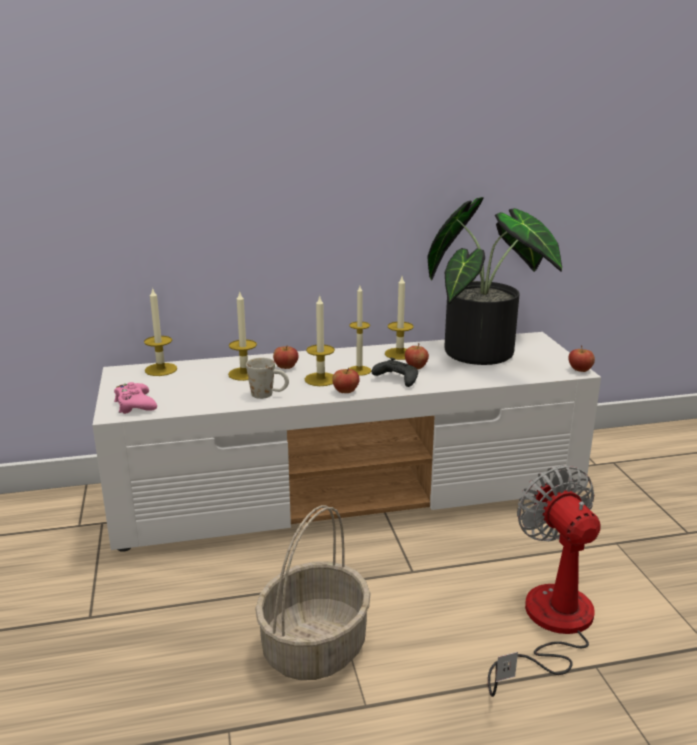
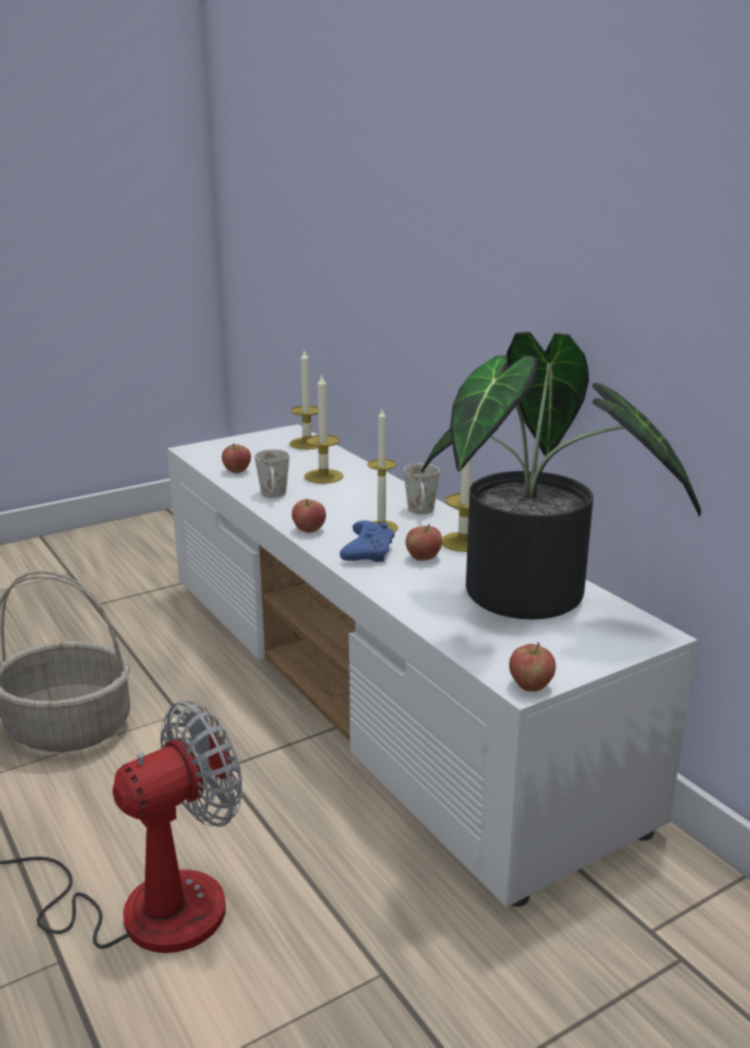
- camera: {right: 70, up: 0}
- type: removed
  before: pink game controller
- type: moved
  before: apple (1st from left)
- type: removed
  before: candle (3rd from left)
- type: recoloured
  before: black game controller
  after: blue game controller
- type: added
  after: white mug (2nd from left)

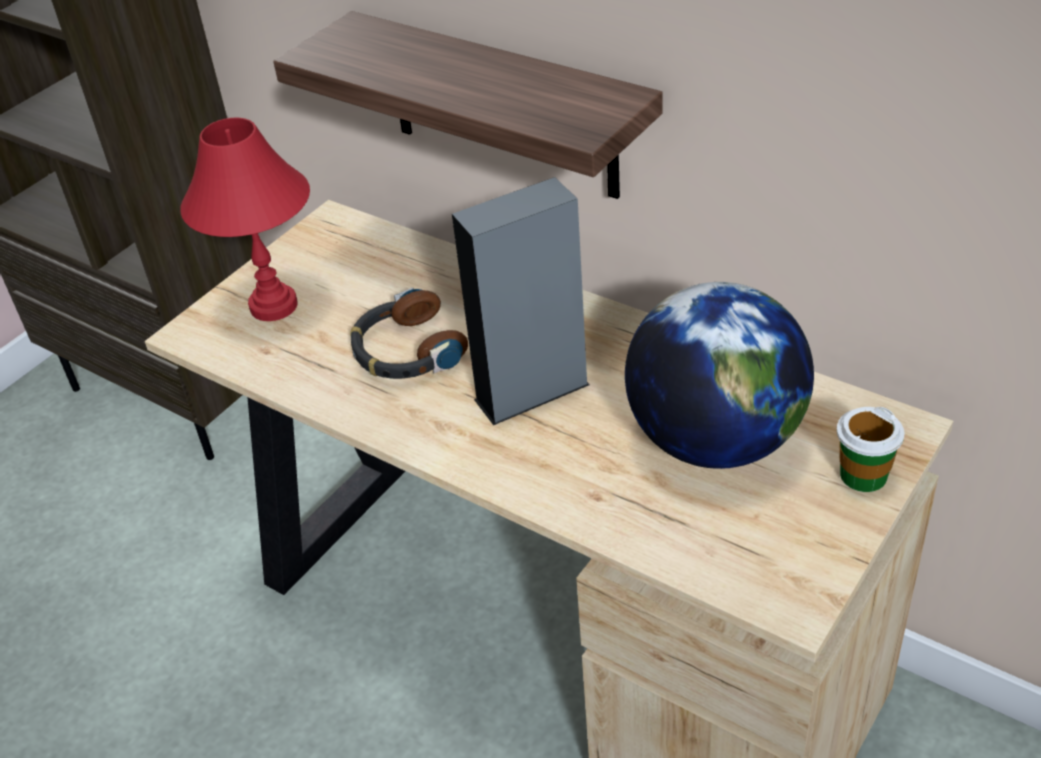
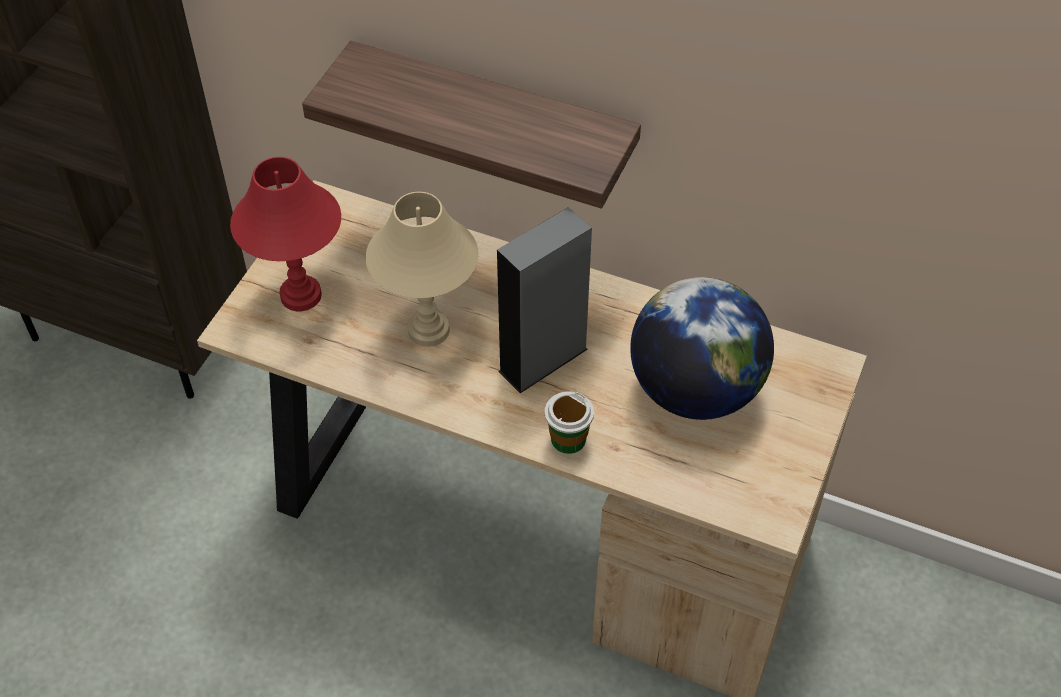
- camera: {right: -15, up: 10}
- type: replaced
  before: headphones
  after: beige table lamp
- type: moved
  before: cup

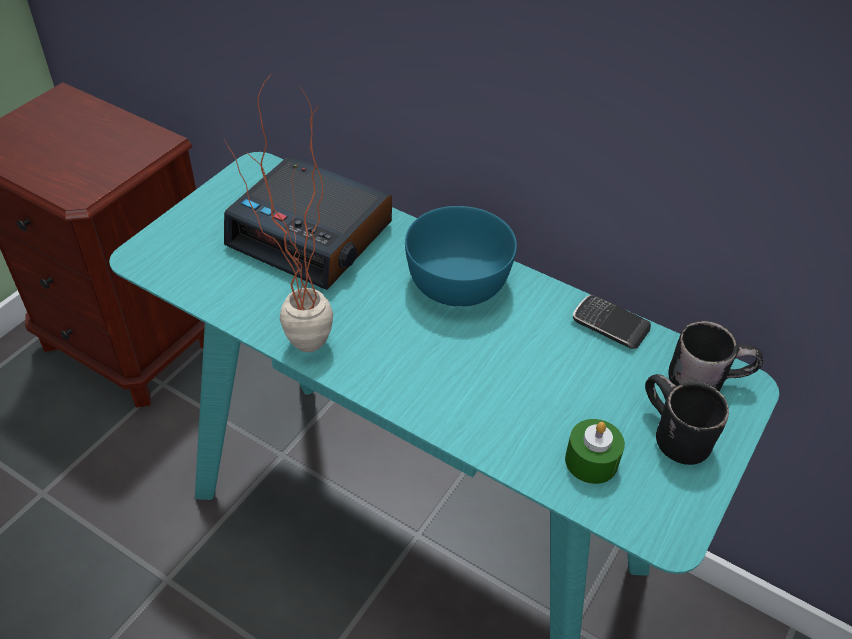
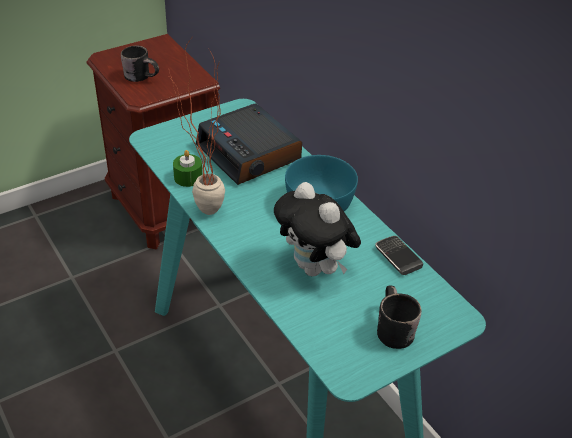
- camera: {right: 25, up: -5}
- type: moved
  before: green candle
- type: moved
  before: black mug (2nd from left in the first image)
  after: black mug (1st from left)
- type: added
  after: plush toy

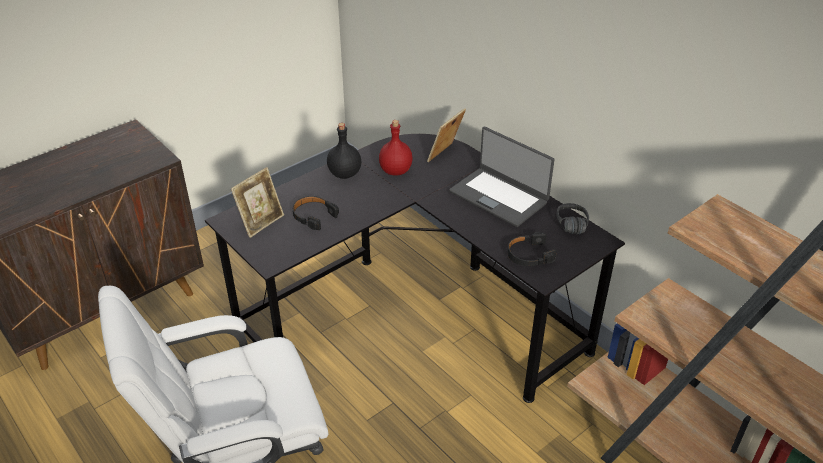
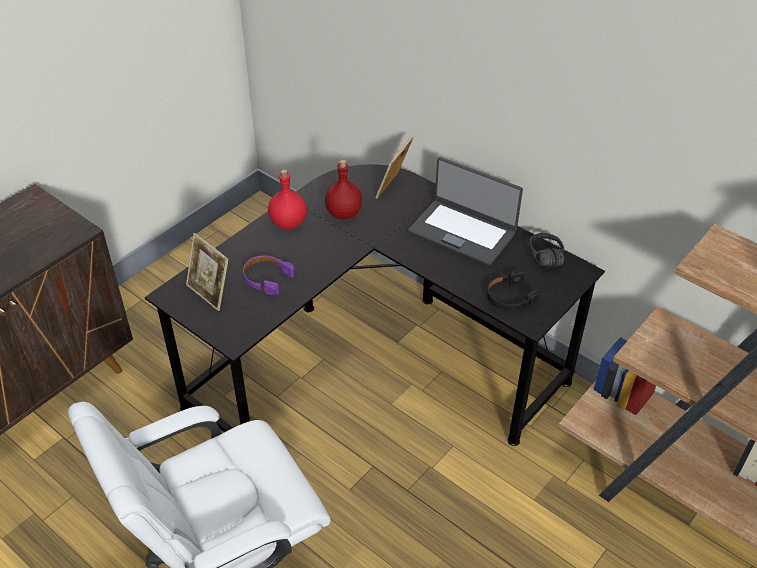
- camera: {right: -10, up: 5}
- type: turned
  before: picture frame (1st from left)
  turn: 105
- type: recoloured
  before: black headphones (1st from left)
  after: purple headphones
- type: recoloured
  before: black bottle
  after: red bottle (1st from left)

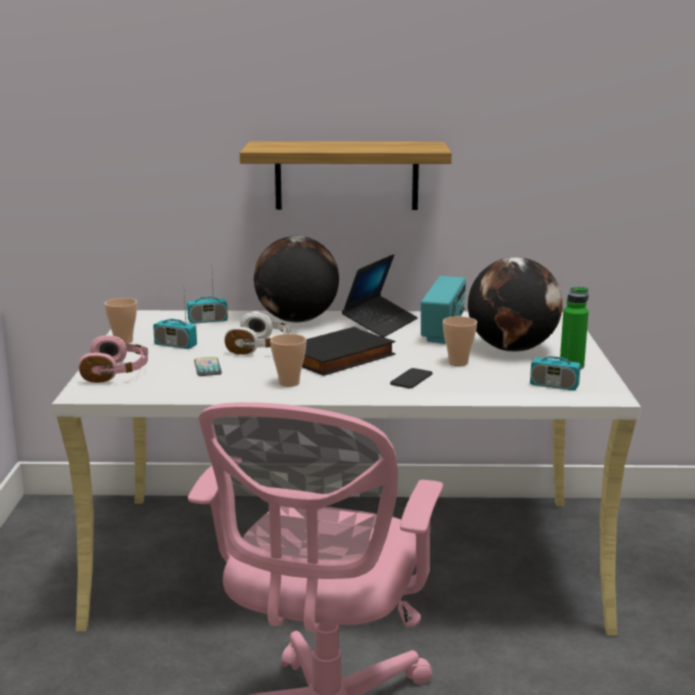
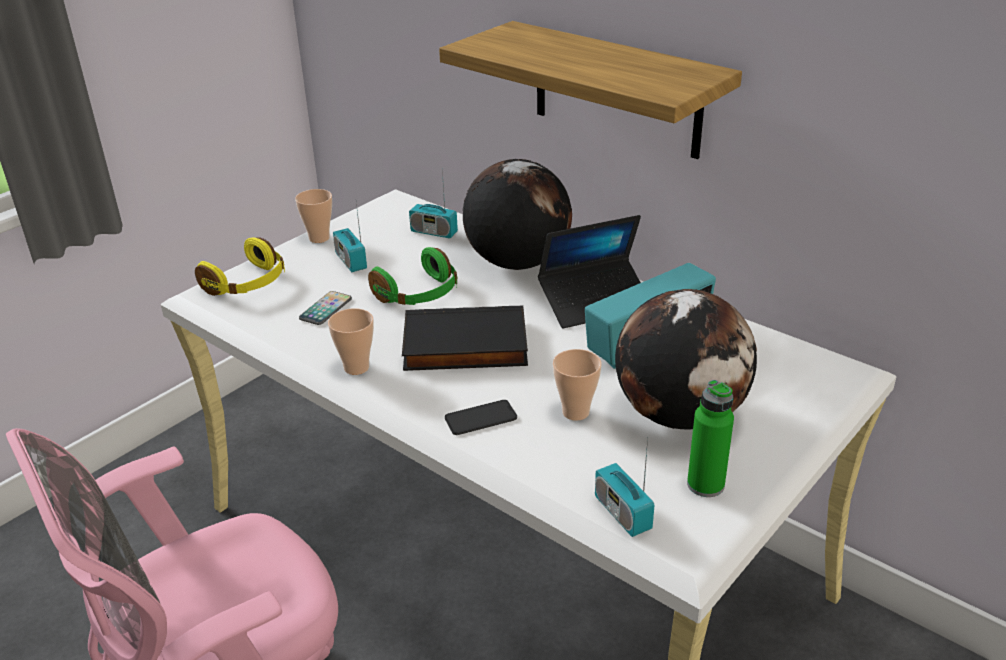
- camera: {right: 40, up: 15}
- type: recoloured
  before: pink headphones
  after: yellow headphones
- type: recoloured
  before: white headphones
  after: green headphones

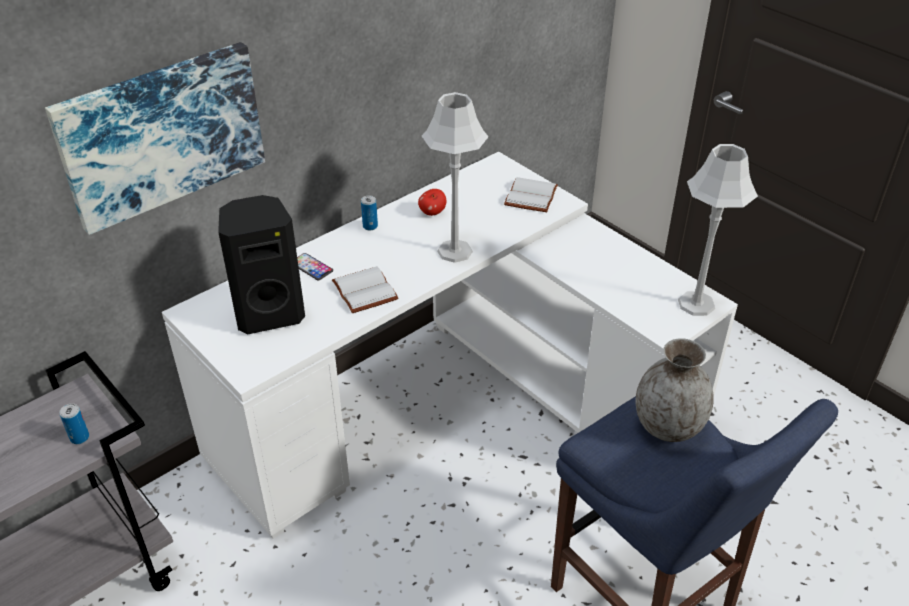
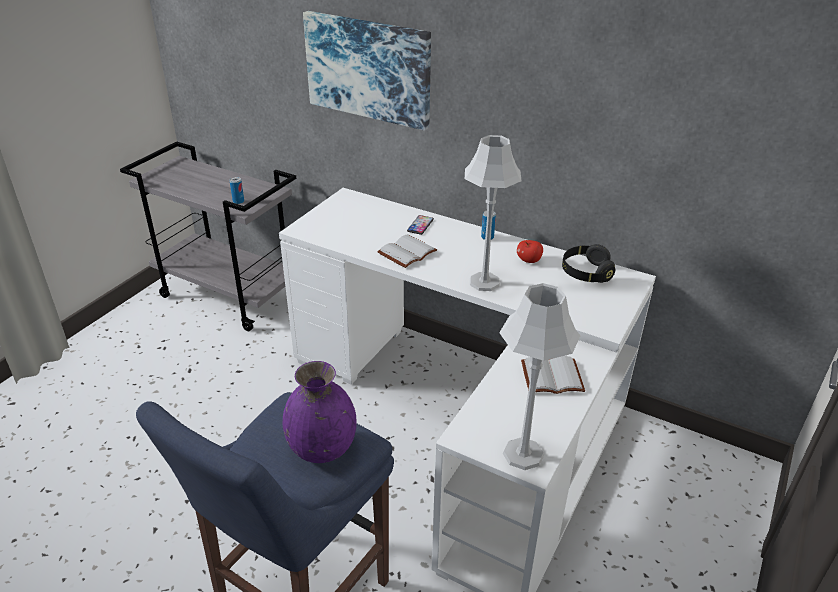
- camera: {right: 70, up: -5}
- type: removed
  before: black speaker
- type: moved
  before: white book (2nd from left)
- type: recoloured
  before: grey vase
  after: purple vase
- type: added
  after: black headphones

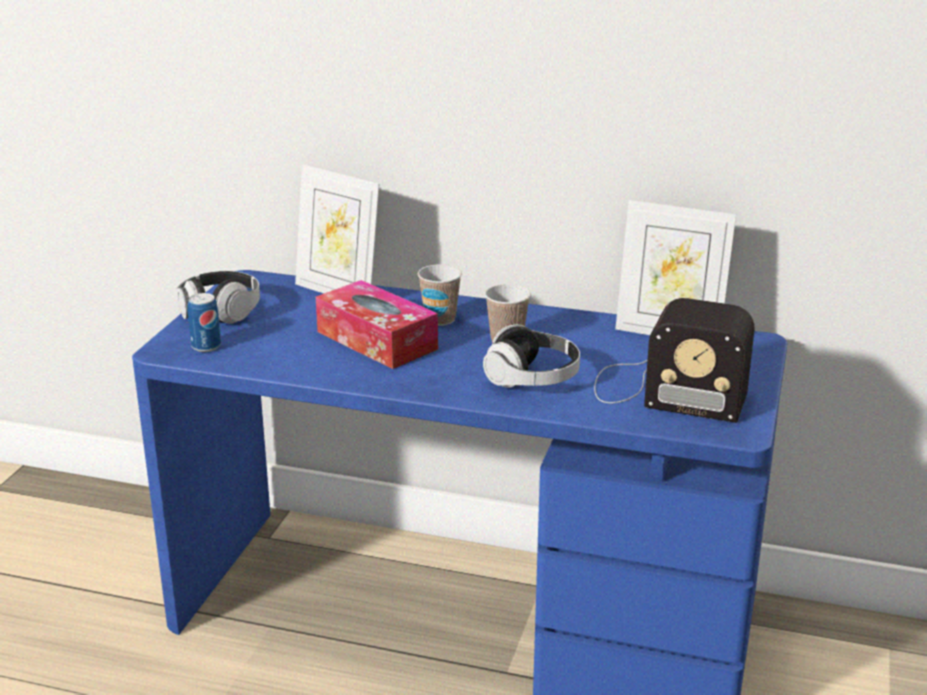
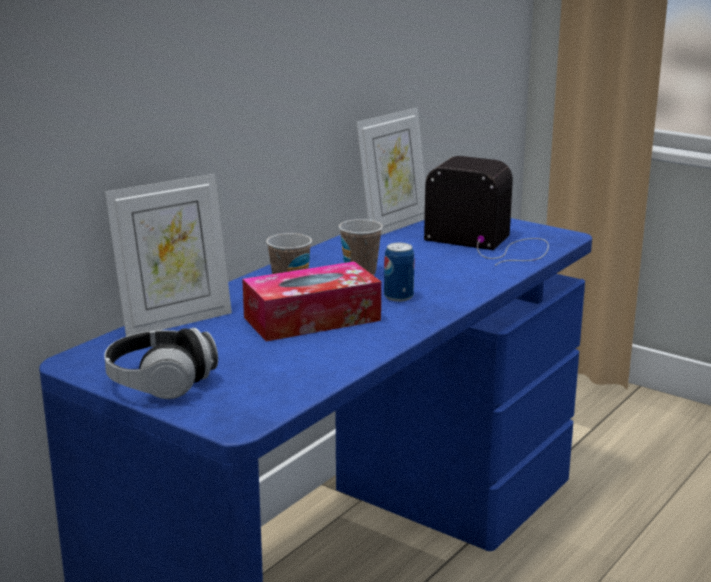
- camera: {right: -70, up: -5}
- type: moved
  before: can
- type: removed
  before: headphones (2nd from left)
- type: turned
  before: radio
  turn: -105

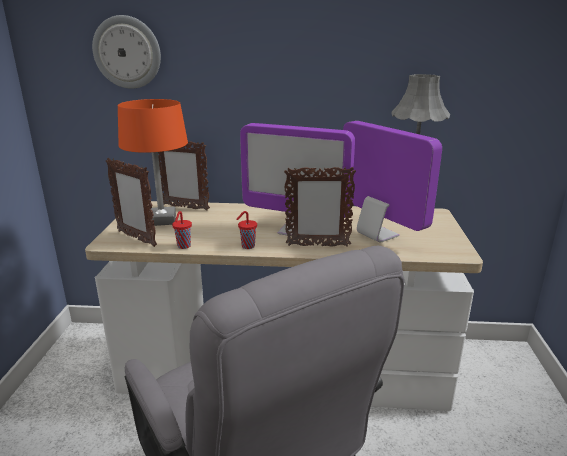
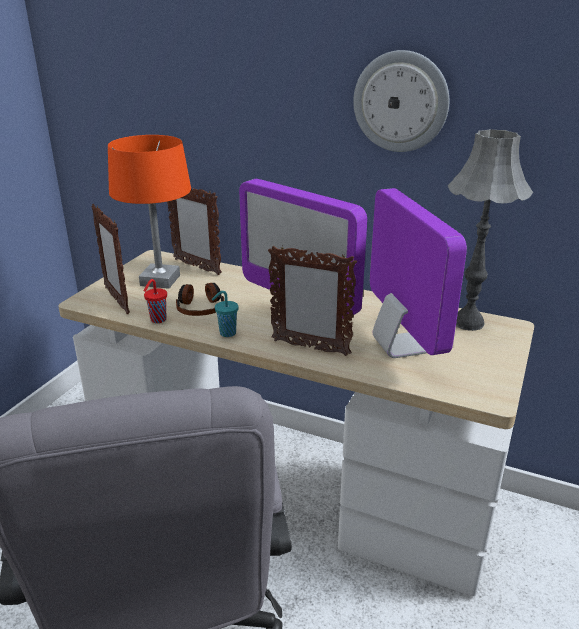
- camera: {right: 20, up: 5}
- type: moved
  before: wall clock
- type: recoloured
  before: red cup (2nd from left)
  after: turquoise cup
- type: added
  after: headphones

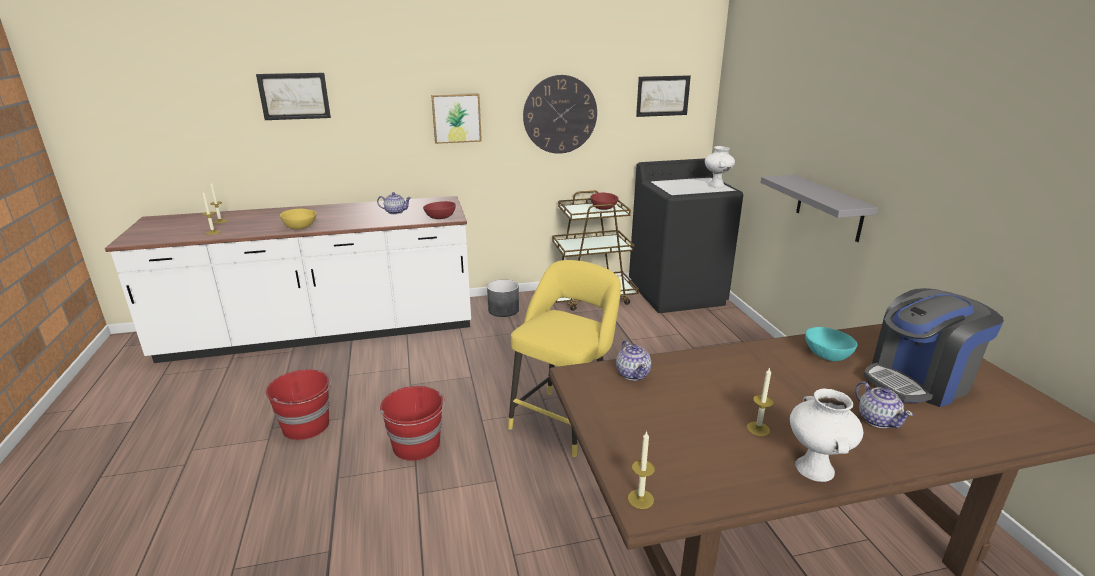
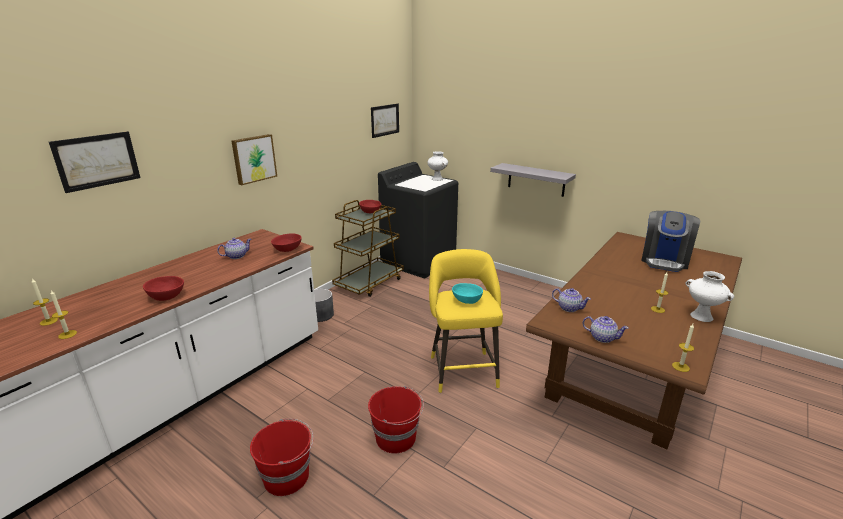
- camera: {right: -40, up: 0}
- type: recoloured
  before: yellow bowl
  after: red bowl (1st from left)
- type: removed
  before: wall clock
- type: moved
  before: turquoise bowl
- type: moved
  before: teapot (3rd from left)

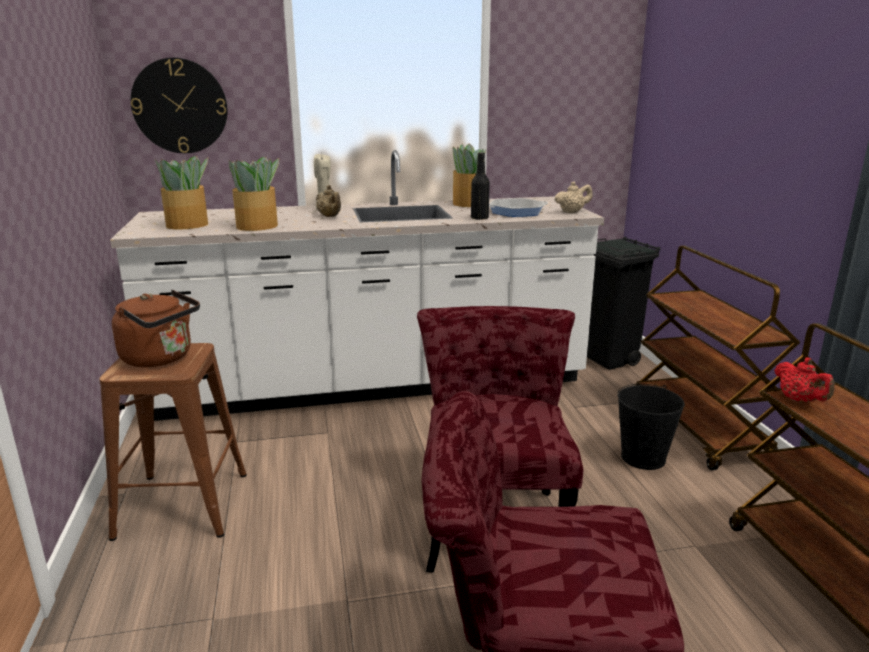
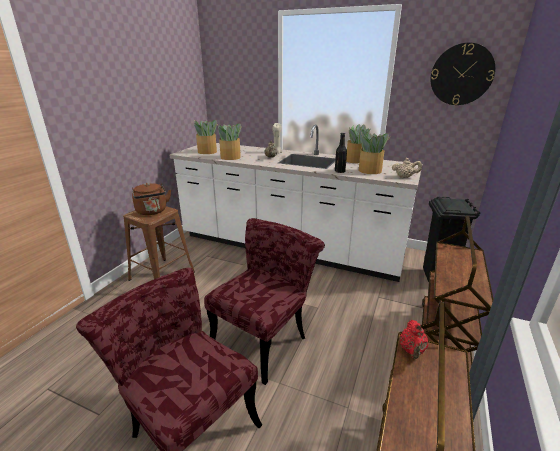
- camera: {right: 35, up: 5}
- type: moved
  before: wall clock
- type: replaced
  before: frying pan
  after: potted plant (4th from left)
- type: removed
  before: black bucket

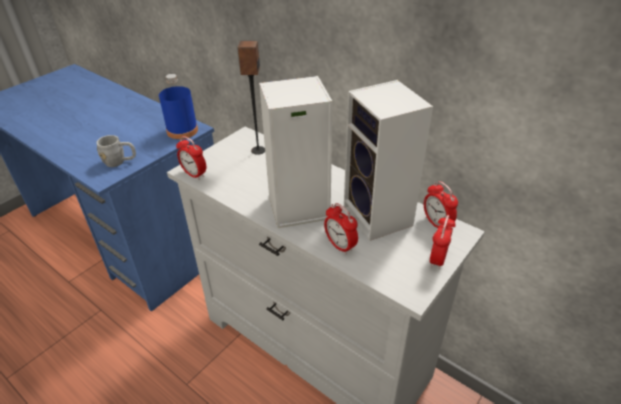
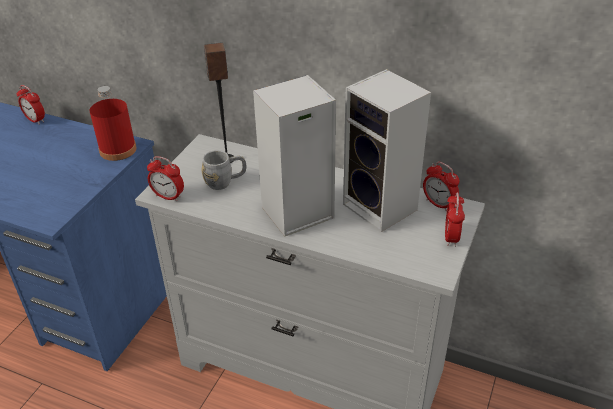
- camera: {right: -15, up: 0}
- type: moved
  before: grey mug
- type: recoloured
  before: blue bottle
  after: red bottle
- type: moved
  before: alarm clock (2nd from left in the first image)
  after: alarm clock (1st from left)

